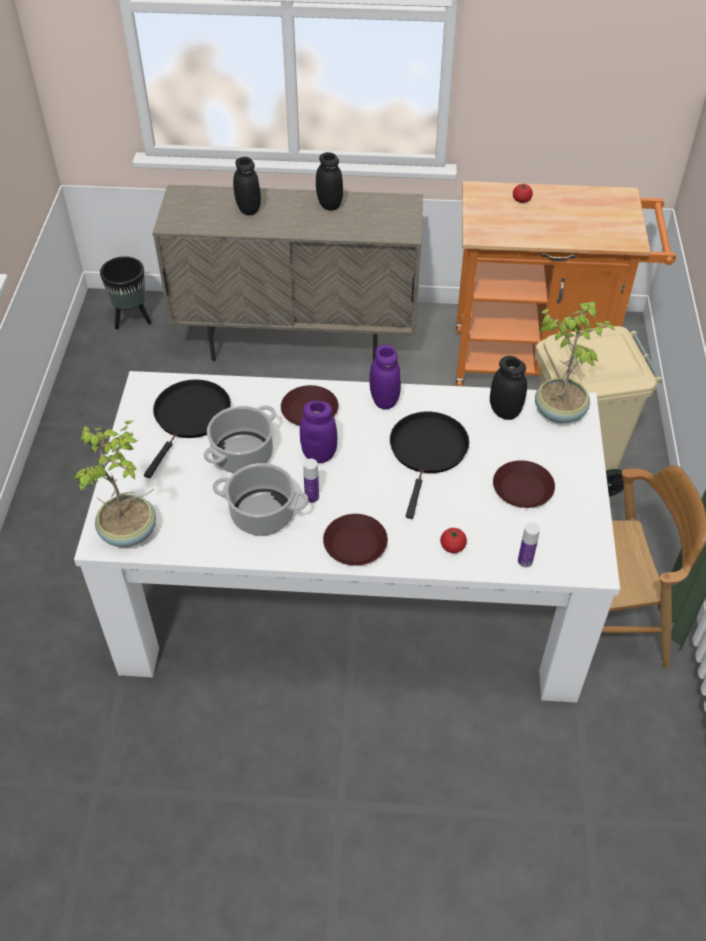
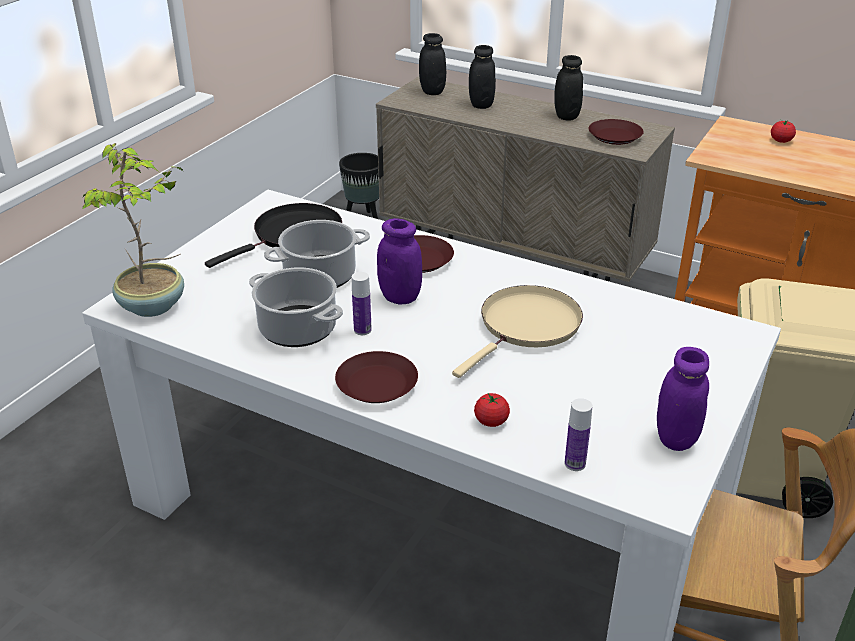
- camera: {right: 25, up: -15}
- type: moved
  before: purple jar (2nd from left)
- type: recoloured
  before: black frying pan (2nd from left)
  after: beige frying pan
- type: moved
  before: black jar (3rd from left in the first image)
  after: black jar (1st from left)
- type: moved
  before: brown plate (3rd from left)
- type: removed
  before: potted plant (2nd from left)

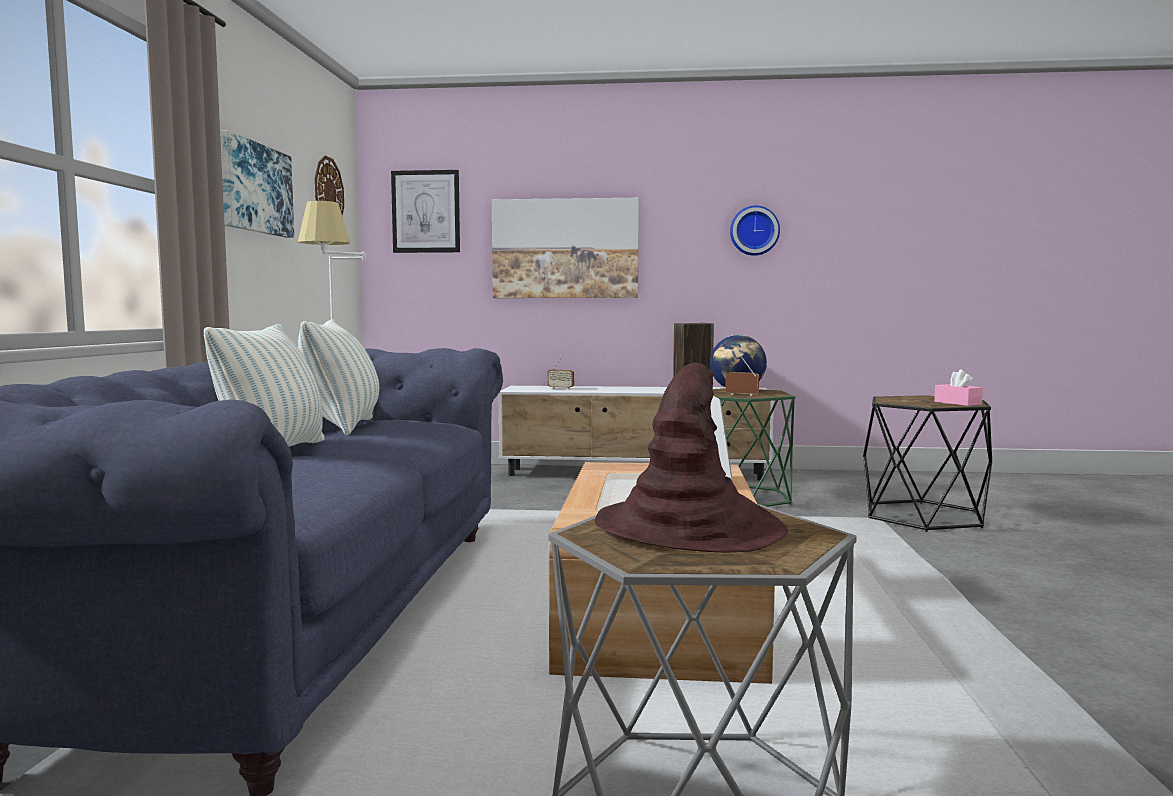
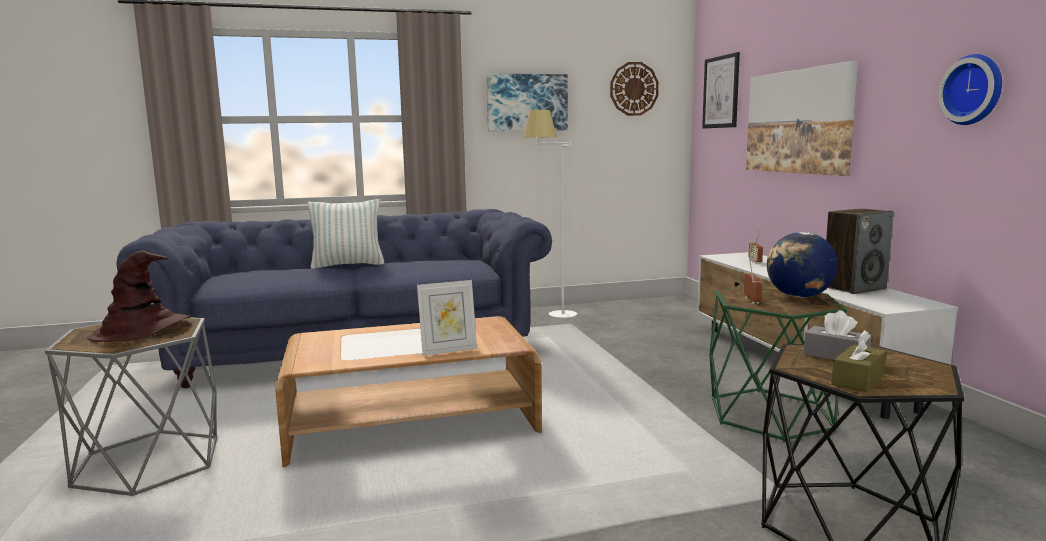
- camera: {right: 70, up: 5}
- type: removed
  before: pillow (2nd from left)
- type: recoloured
  before: pink tissue box
  after: brown tissue box
- type: added
  after: grey tissue box

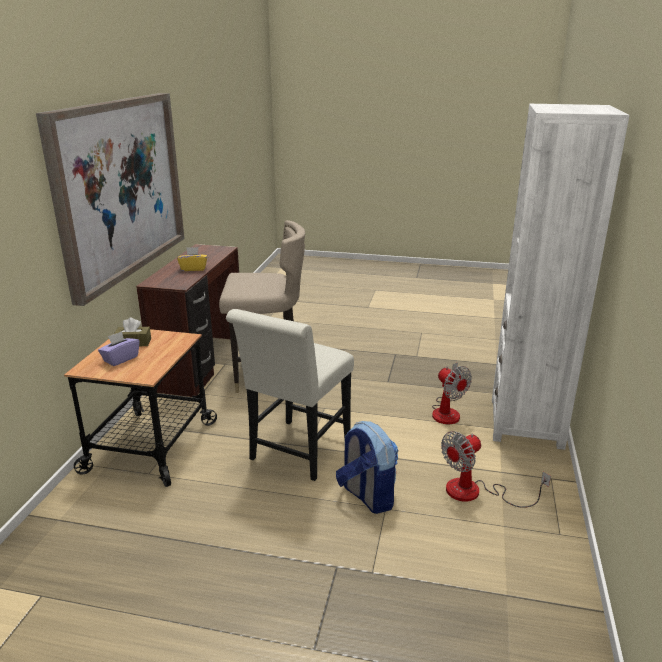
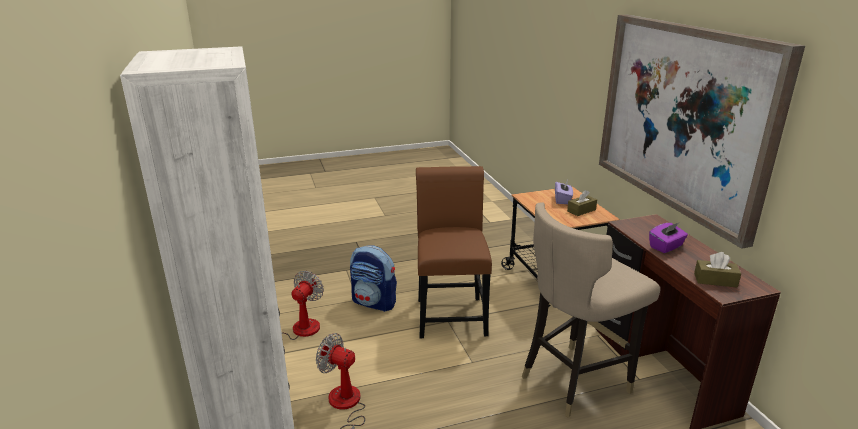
- camera: {right: 150, up: 0}
- type: recoloured
  before: yellow tissue box
  after: purple tissue box (2nd from left)
- type: recoloured
  before: white chair
  after: brown chair
- type: added
  after: brown tissue box (2nd from left)

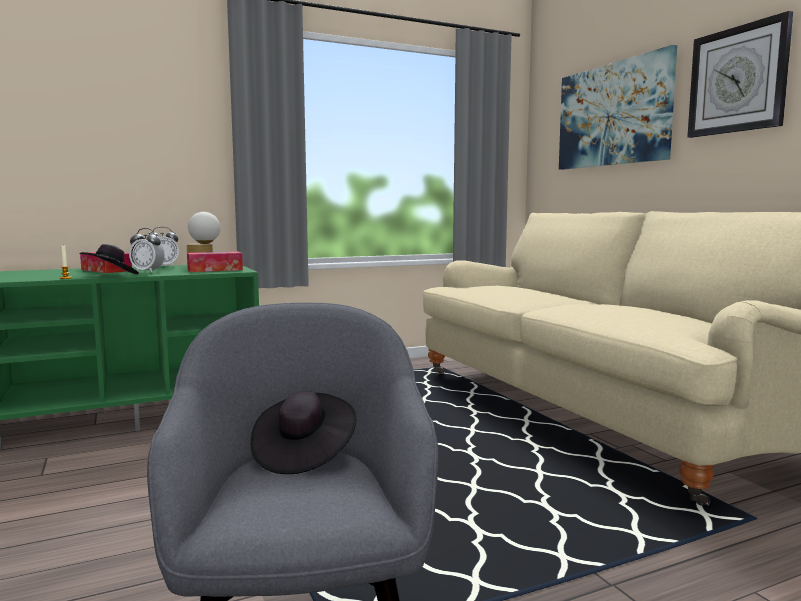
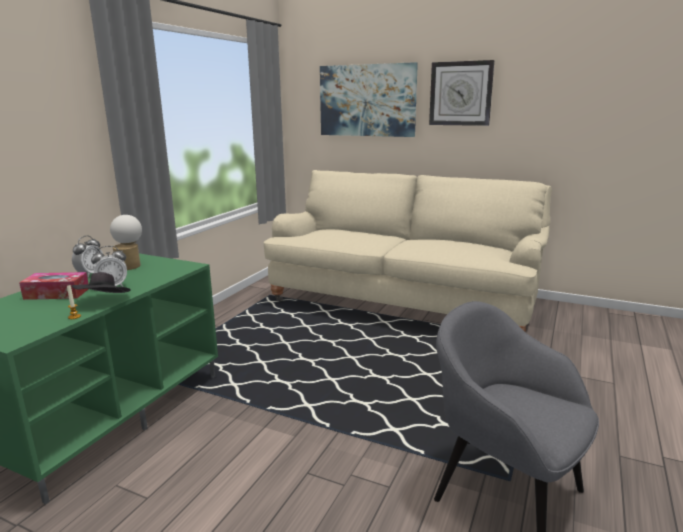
- camera: {right: -40, up: 10}
- type: removed
  before: tissue box (2nd from left)
- type: removed
  before: black hat (2nd from left)

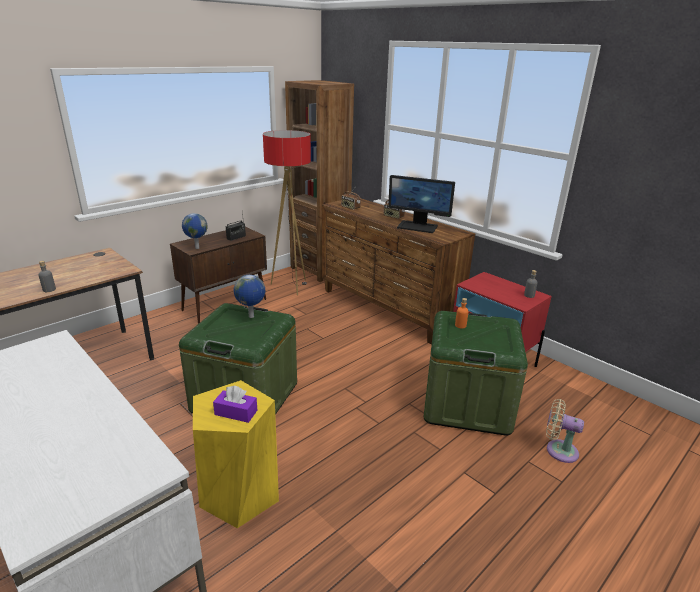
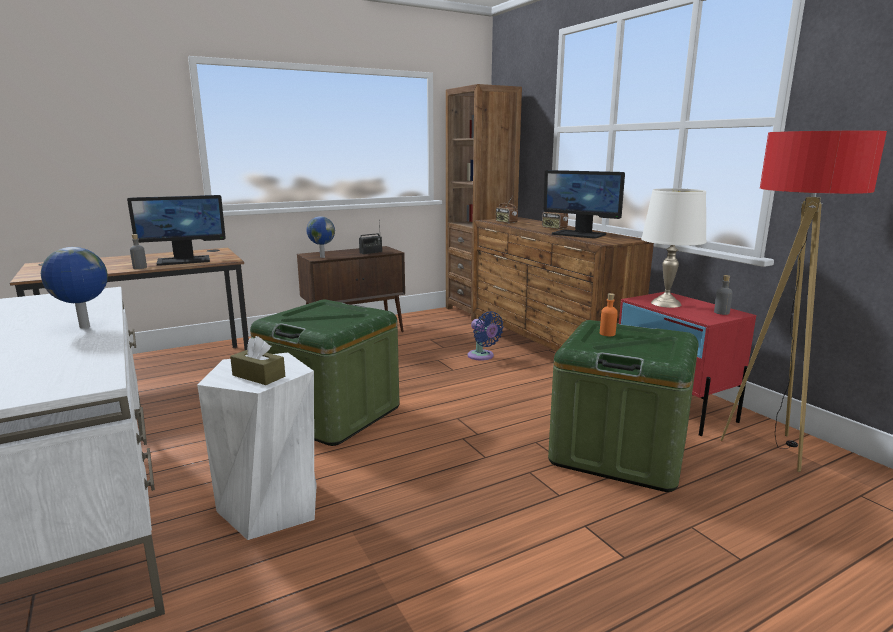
- camera: {right: 15, up: -10}
- type: recoloured
  before: yellow stool
  after: white stool
- type: recoloured
  before: purple tissue box
  after: brown tissue box
- type: moved
  before: globe (2nd from left in the first image)
  after: globe (1st from left)
- type: moved
  before: floor lamp
- type: removed
  before: beige fan
- type: added
  after: monitor (1st from left)
- type: added
  after: blue fan
- type: added
  after: white table lamp

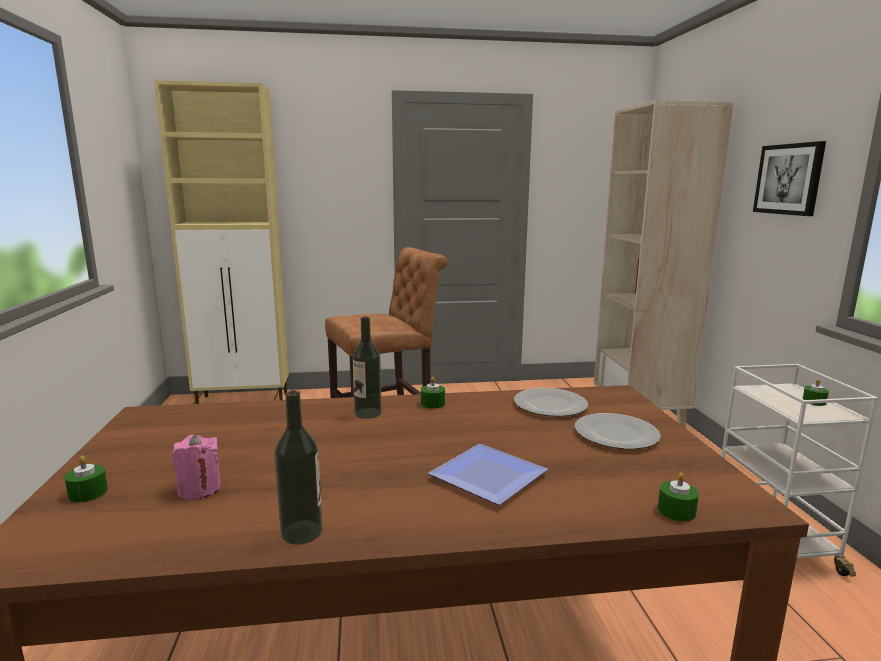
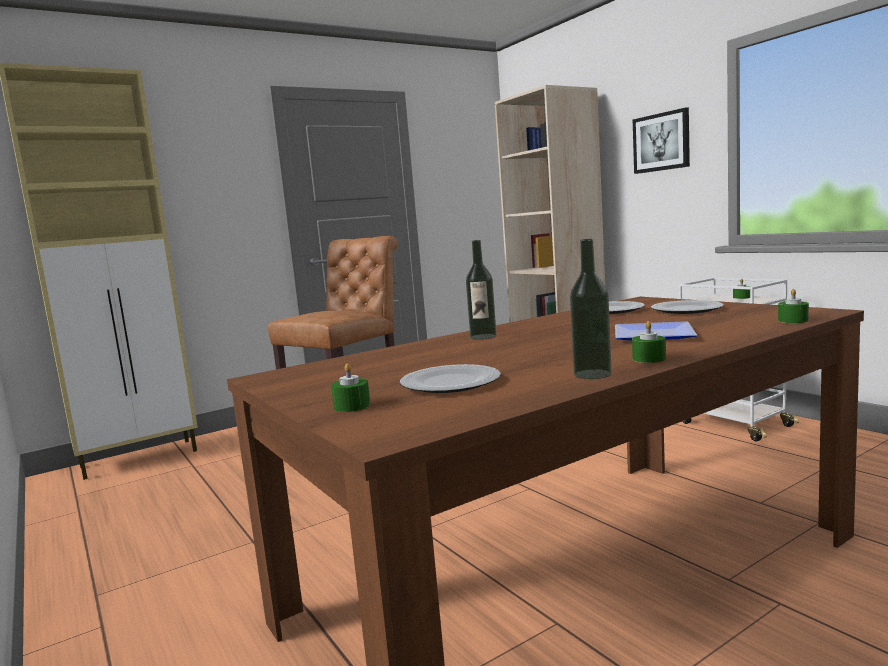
- camera: {right: -25, up: -5}
- type: replaced
  before: pink candle
  after: plate (1st from left)
- type: moved
  before: green candle (2nd from left)

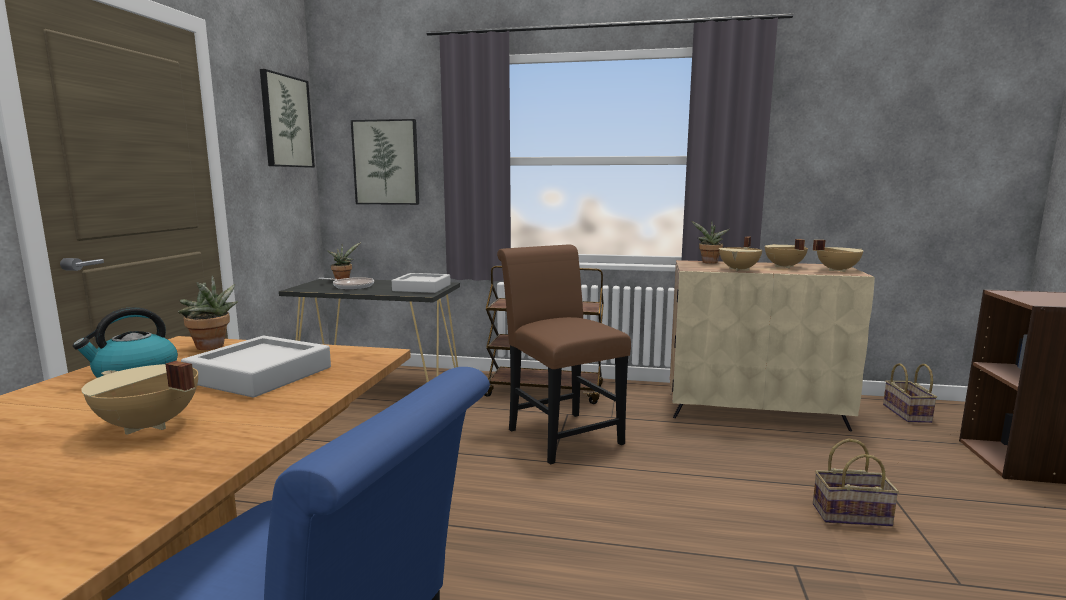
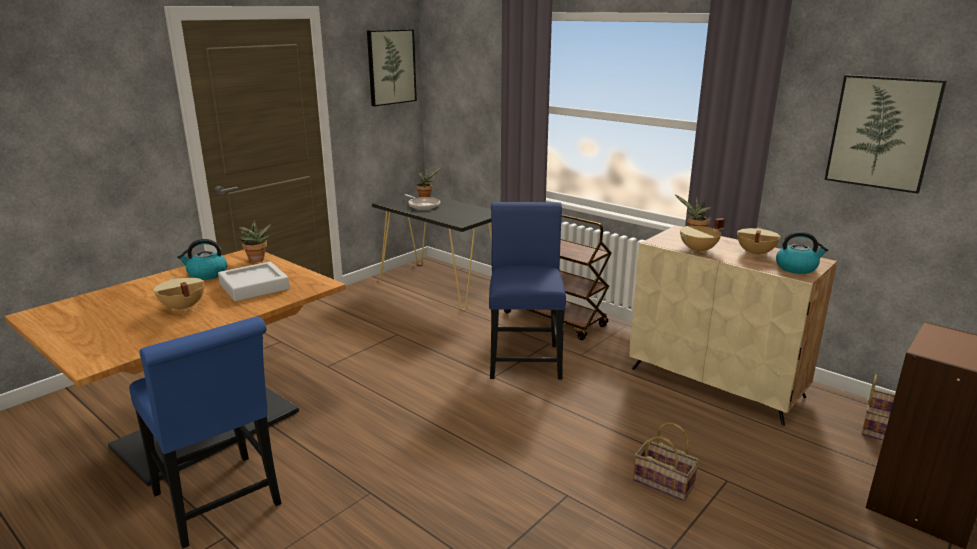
- camera: {right: 30, up: 10}
- type: moved
  before: picture (2nd from left)
- type: removed
  before: grey tray (2nd from left)
- type: recoloured
  before: brown chair
  after: blue chair (2nd from left)
- type: replaced
  before: beige cooking pot (4th from left)
  after: kettle (2nd from left)

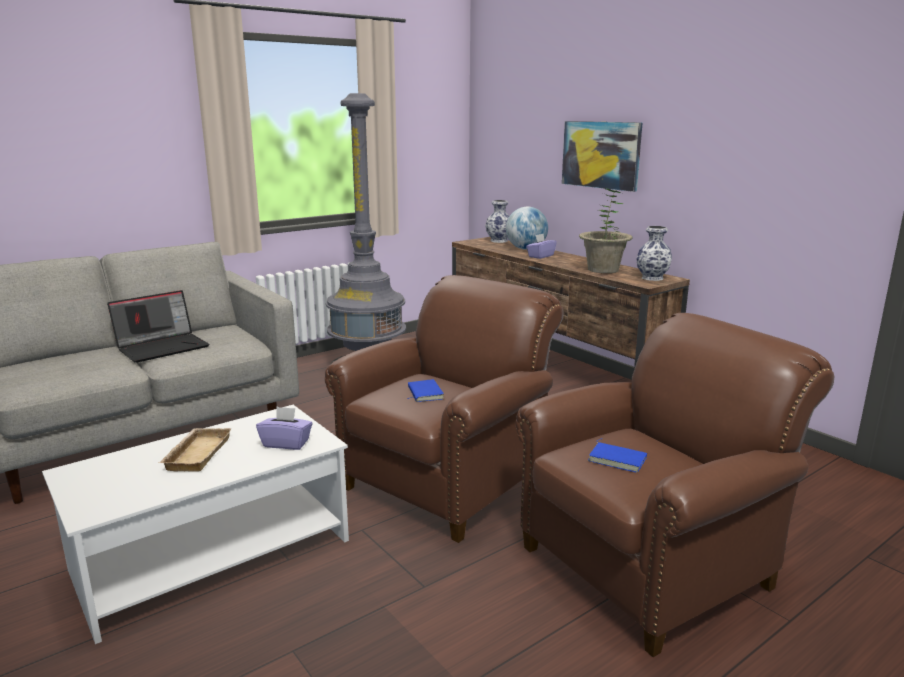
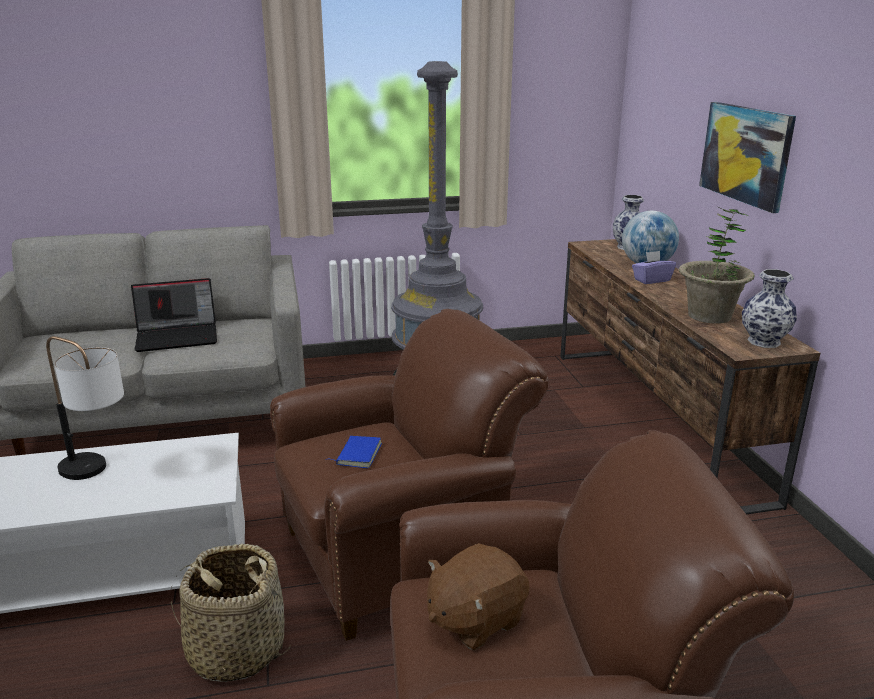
- camera: {right: 25, up: 5}
- type: replaced
  before: beige tray
  after: table lamp
- type: removed
  before: purple tissue box (1st from left)
- type: replaced
  before: blue book (2nd from left)
  after: brown plush toy
- type: added
  after: basket

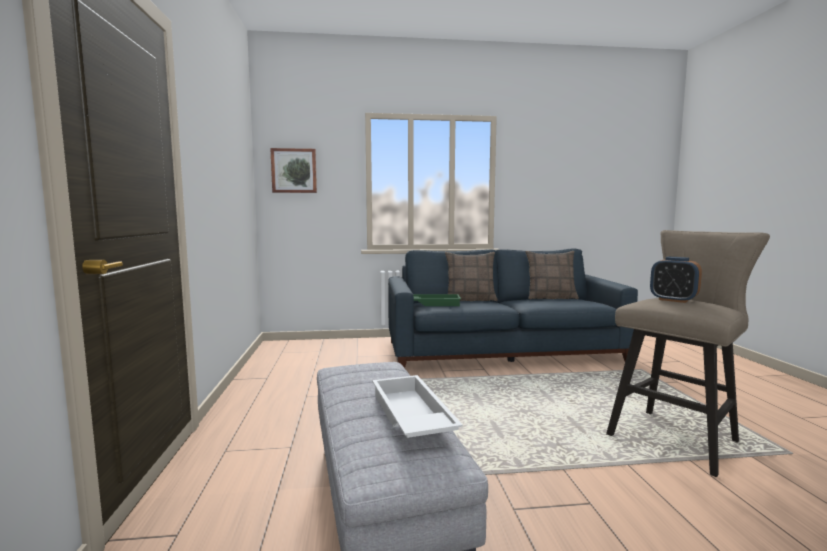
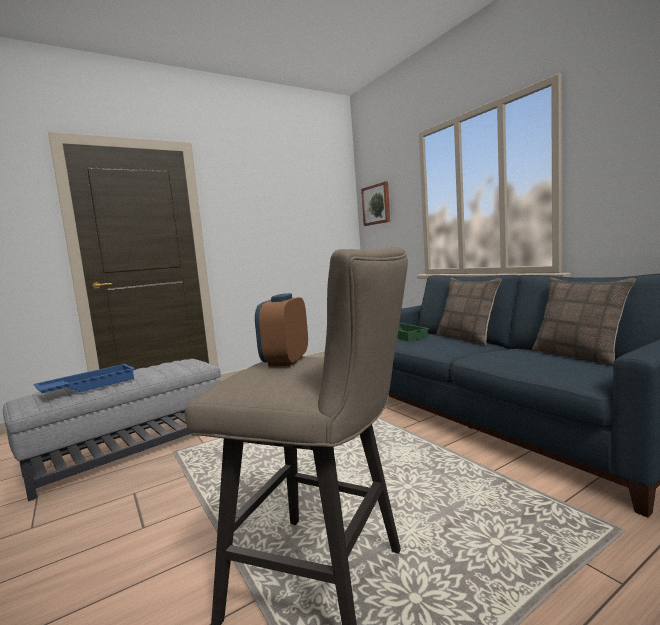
- camera: {right: 65, up: 0}
- type: recoloured
  before: white tray
  after: blue tray

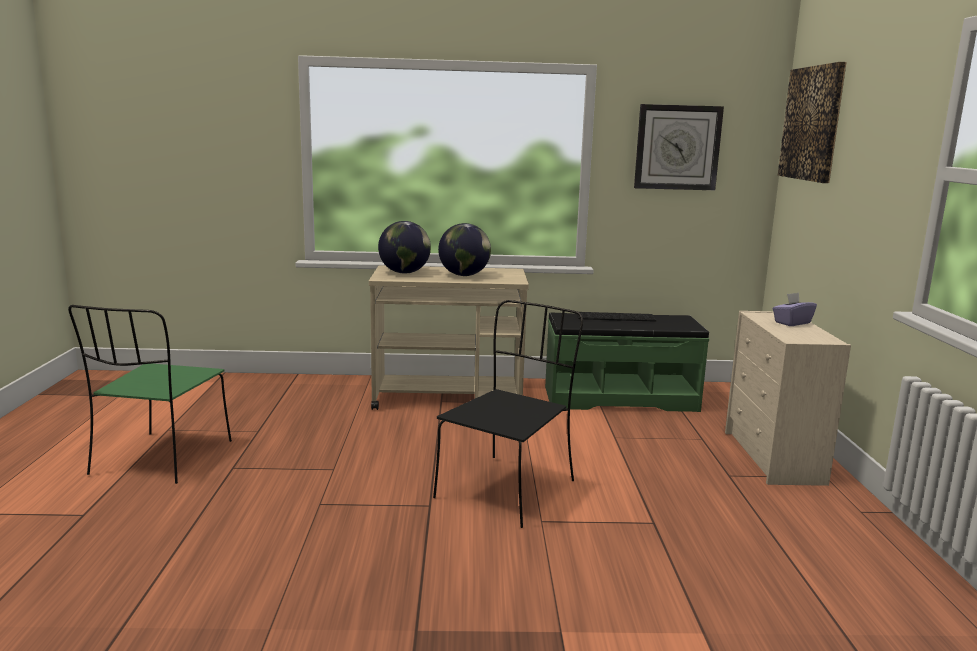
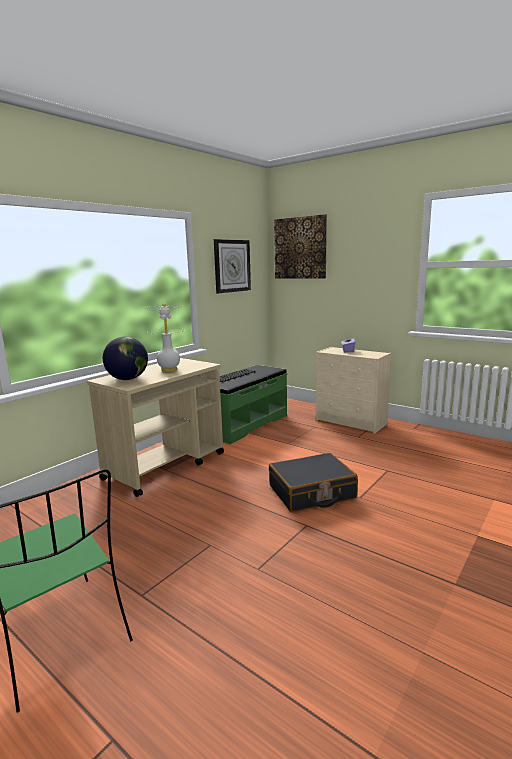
- camera: {right: -50, up: 0}
- type: replaced
  before: black chair
  after: black suitcase
- type: replaced
  before: globe (2nd from left)
  after: white table lamp

